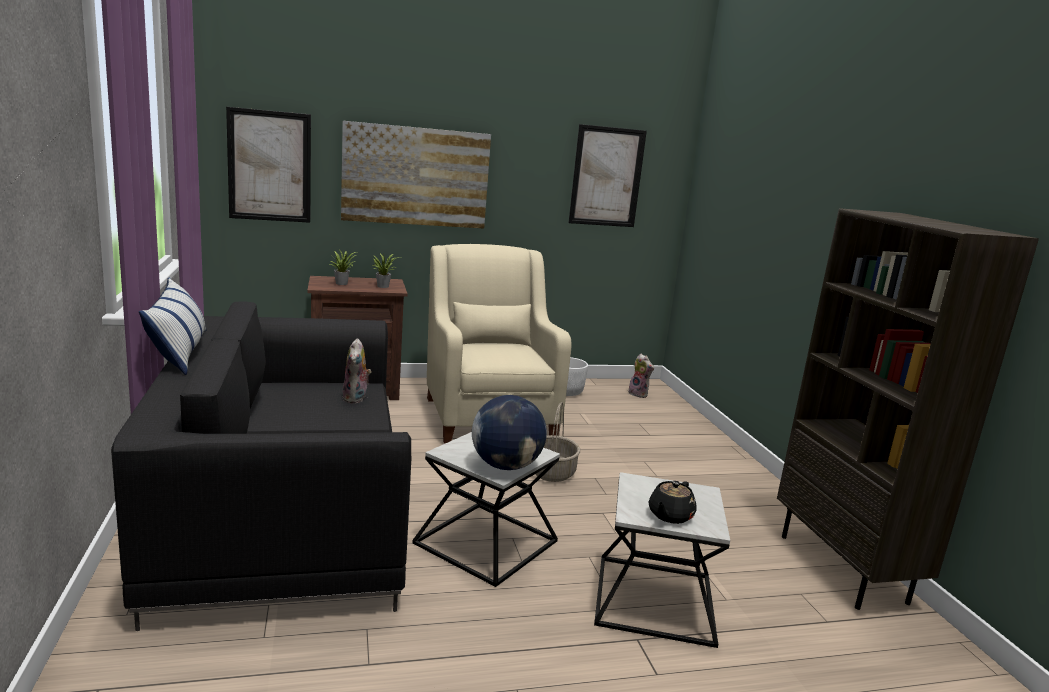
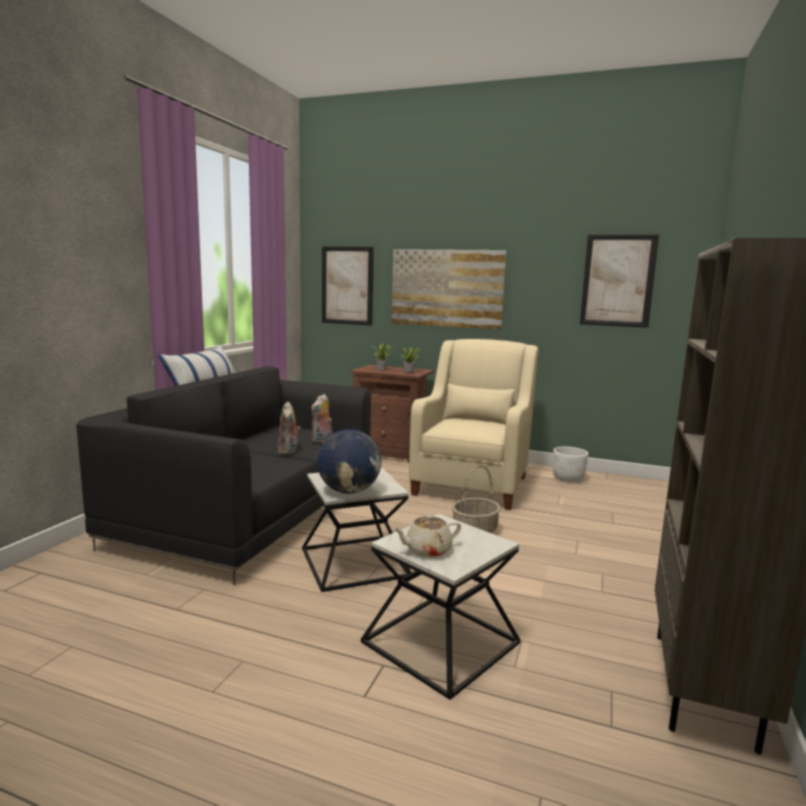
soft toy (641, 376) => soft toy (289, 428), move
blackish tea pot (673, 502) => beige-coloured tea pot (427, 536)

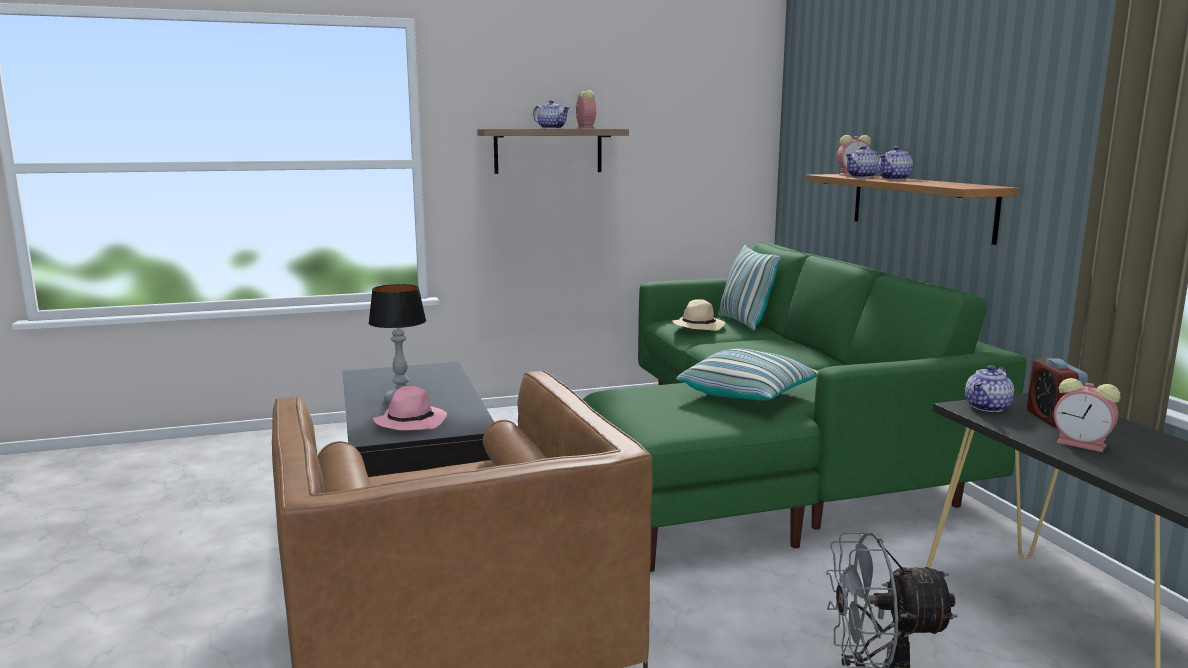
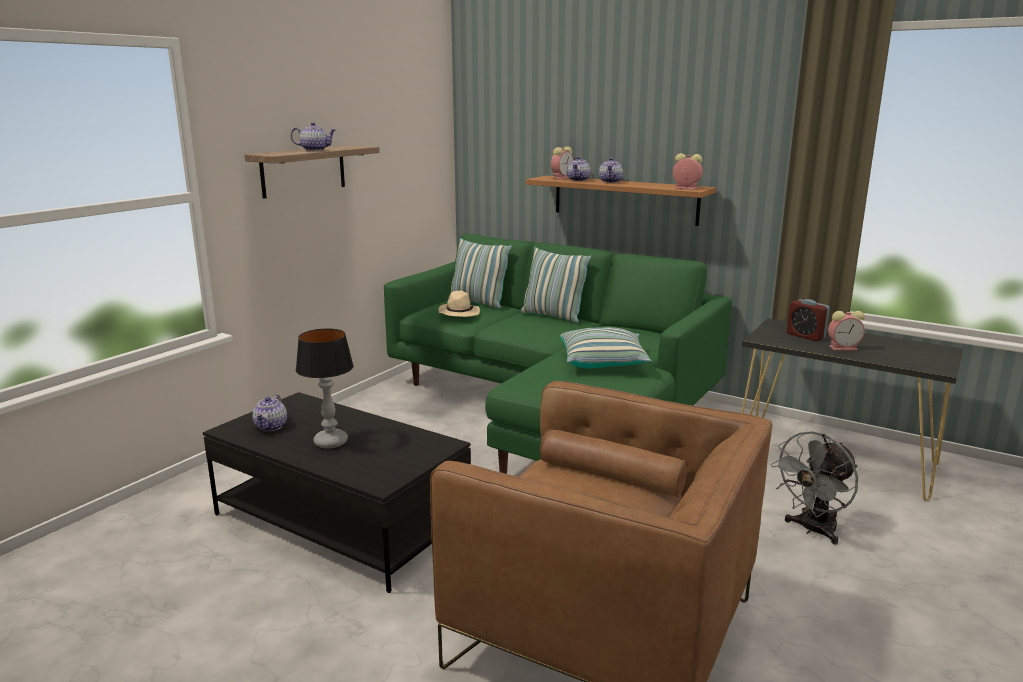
table clock (586, 109) => table clock (688, 171), move
tea pot (989, 388) => tea pot (269, 412), move
pink hat (410, 408) => nothing
nothing => throw pillow (555, 285)

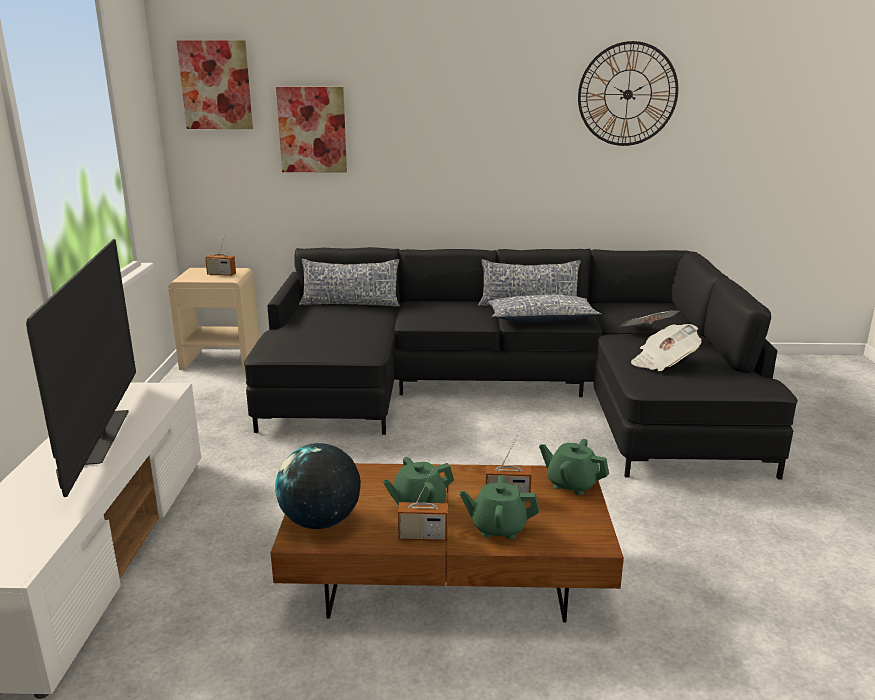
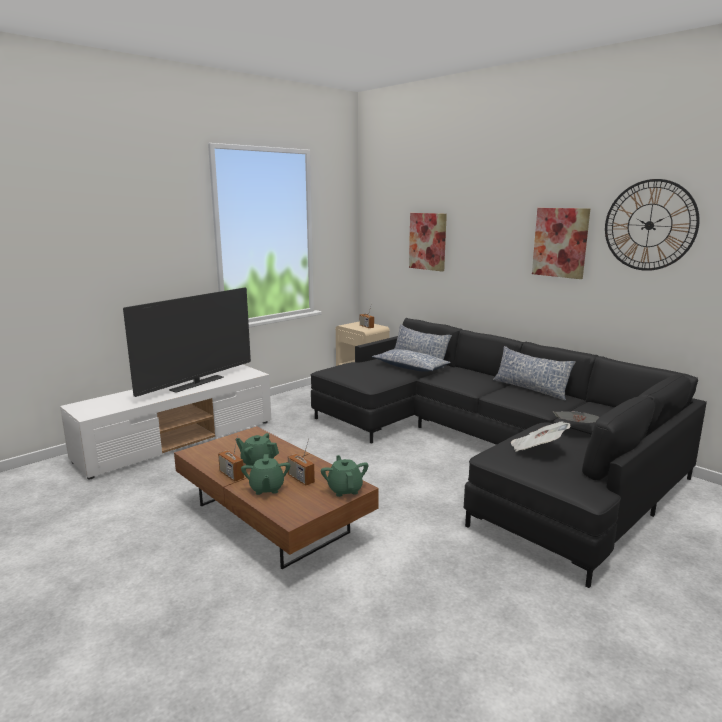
picture (215, 84) => picture (561, 243), move
throw pillow (544, 308) => throw pillow (411, 360), move
globe (318, 486) => nothing
greenish tea pot (499, 507) => greenish tea pot (265, 474), 150 degrees counterclockwise

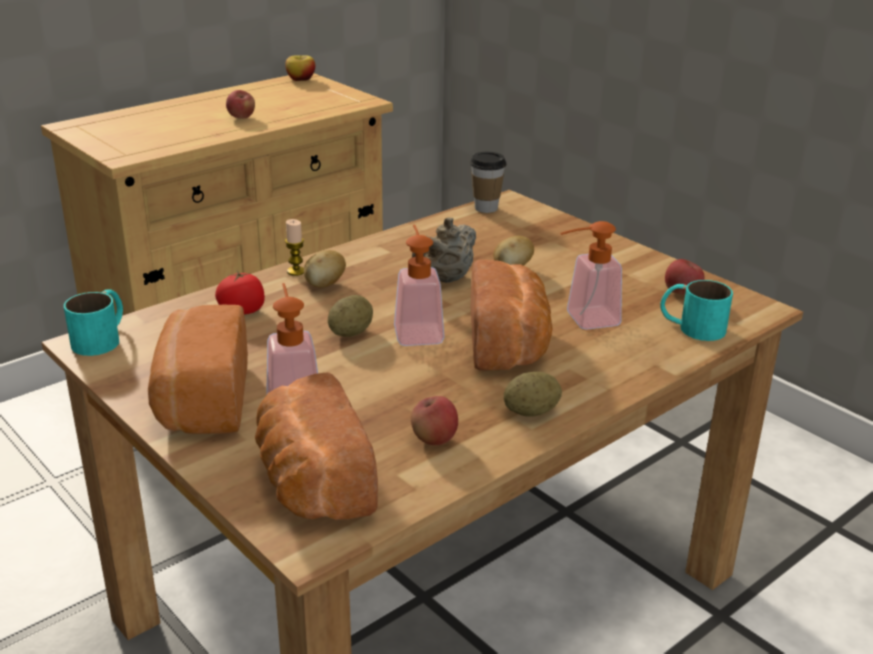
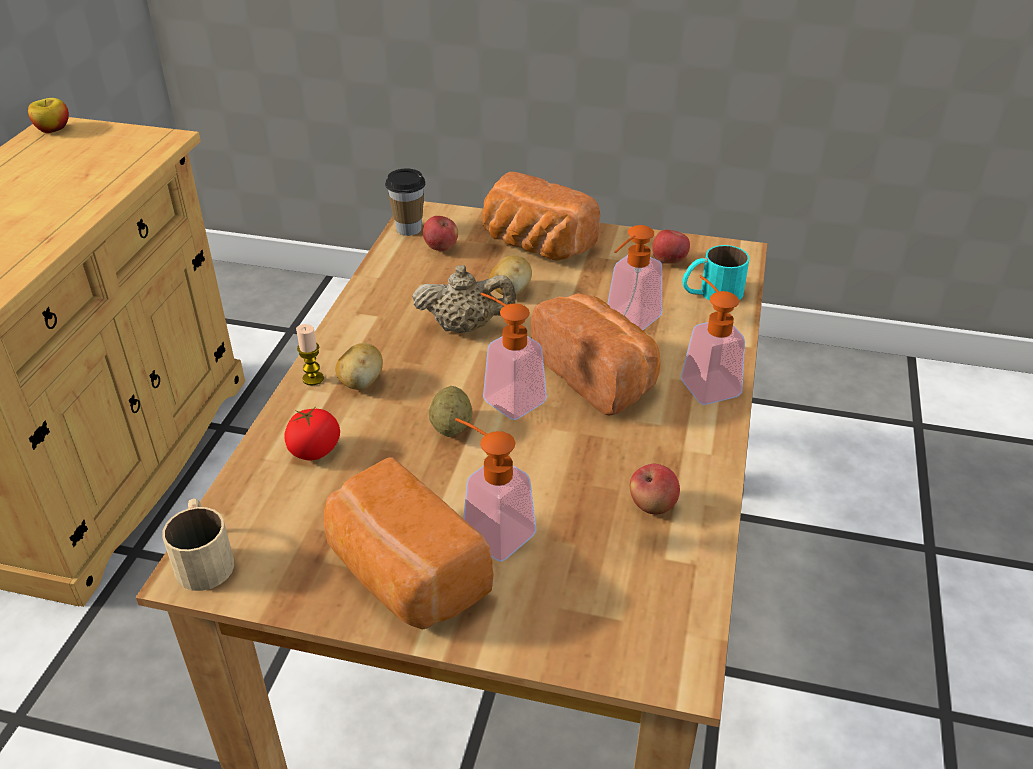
apple (240, 104) => apple (440, 233), move
beige-coloured tea pot (444, 250) => beige-coloured tea pot (464, 299), 90 degrees counterclockwise
turquoise coffee mug (93, 322) => beige-coloured coffee mug (198, 544)
baked bread (316, 446) => baked bread (541, 216), move
potato (533, 394) => nothing
nothing => soap dispenser (713, 340)

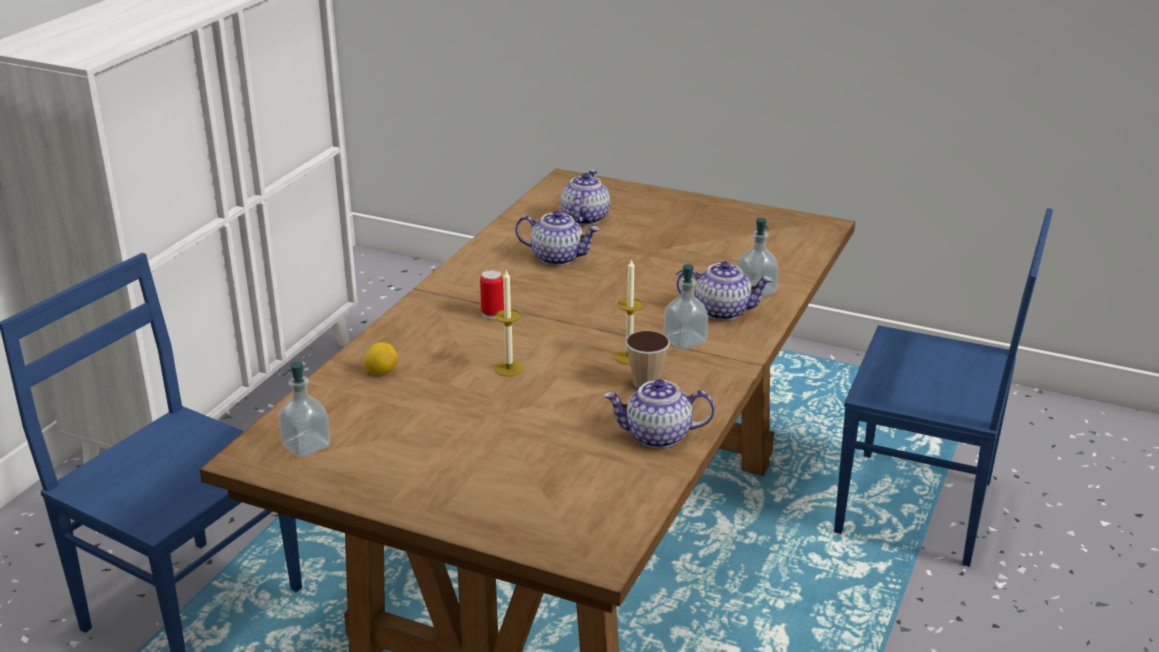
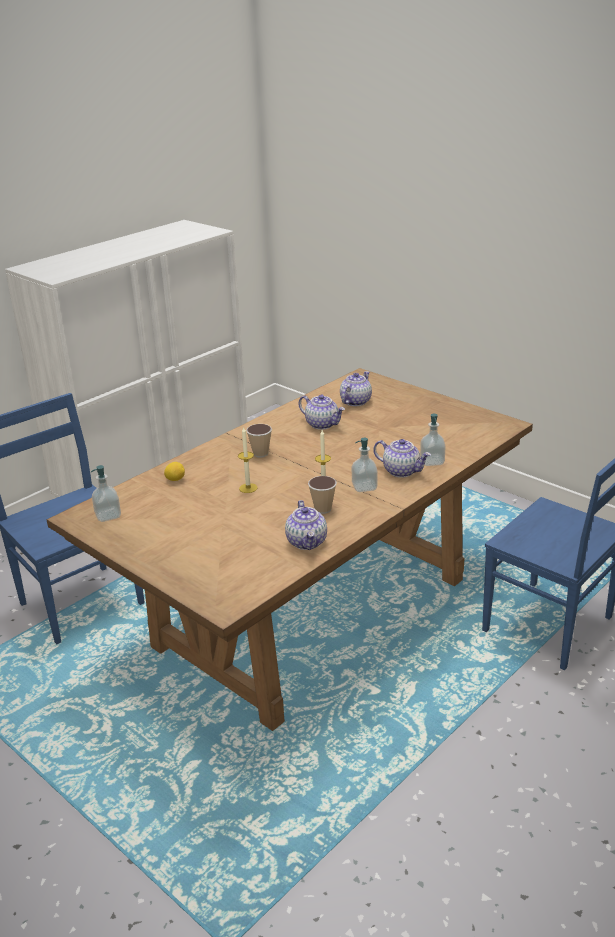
sealed can (492, 294) => cup (259, 441)
tea pot (659, 414) => tea pot (306, 525), 120 degrees counterclockwise

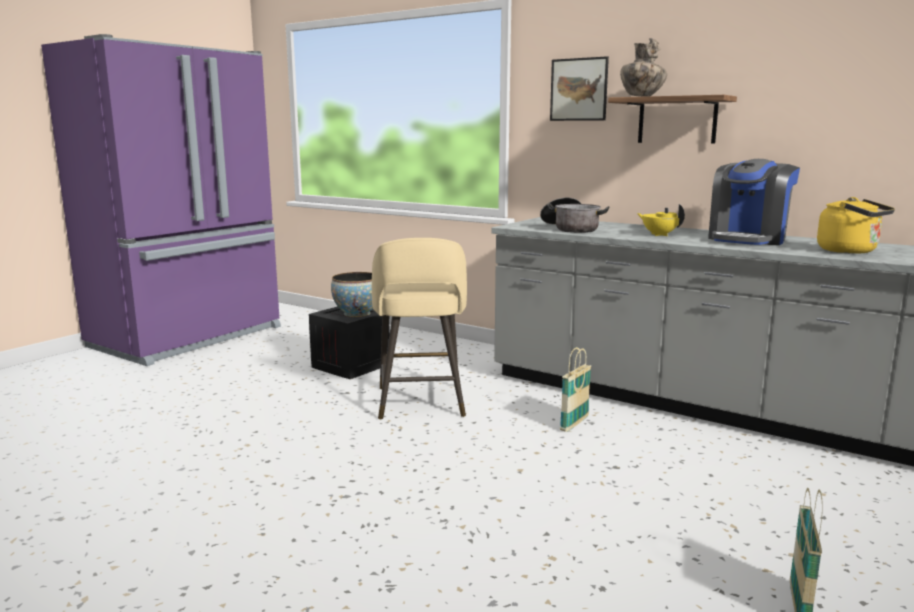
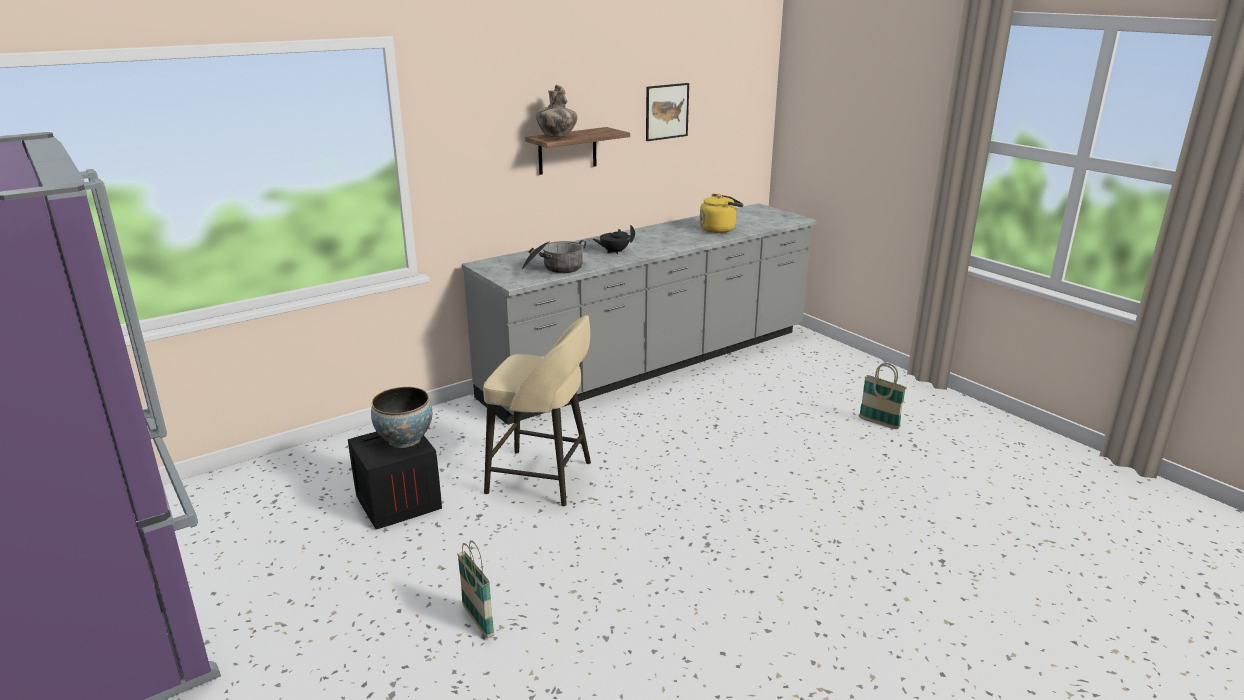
picture (579, 88) => picture (667, 112), move
coffee maker (754, 202) => nothing
yellowish tea pot (661, 220) => blackish tea pot (614, 239)
storage basket (575, 389) => storage basket (476, 589), move

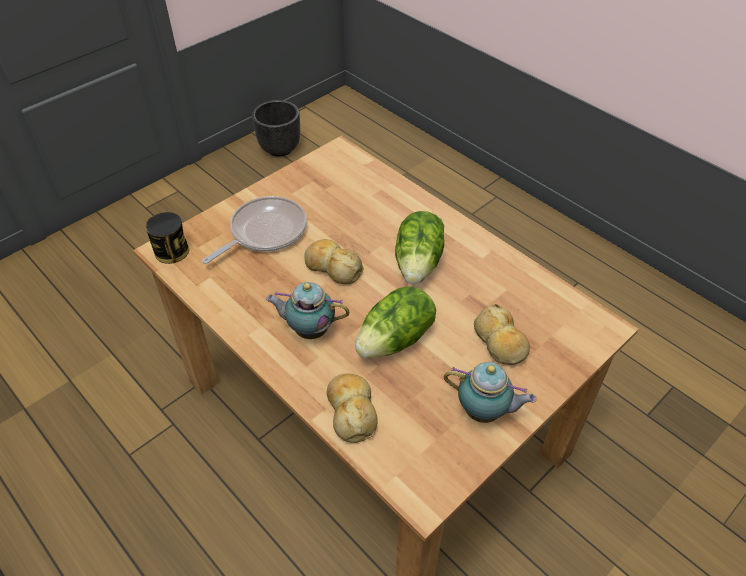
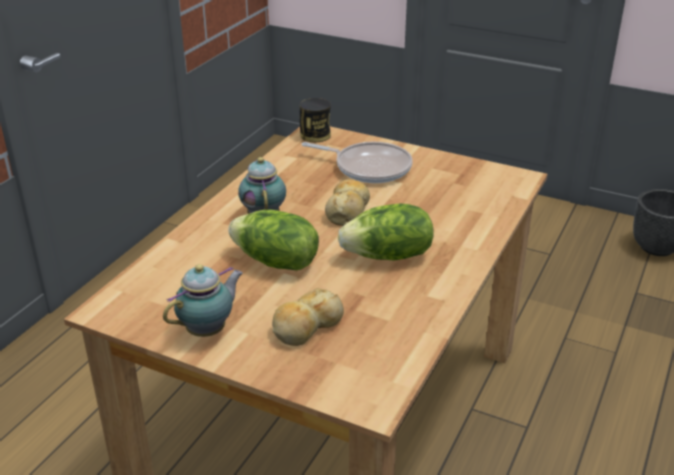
tea pot (490, 392) => tea pot (203, 300), 135 degrees counterclockwise
baked bread (352, 408) => nothing

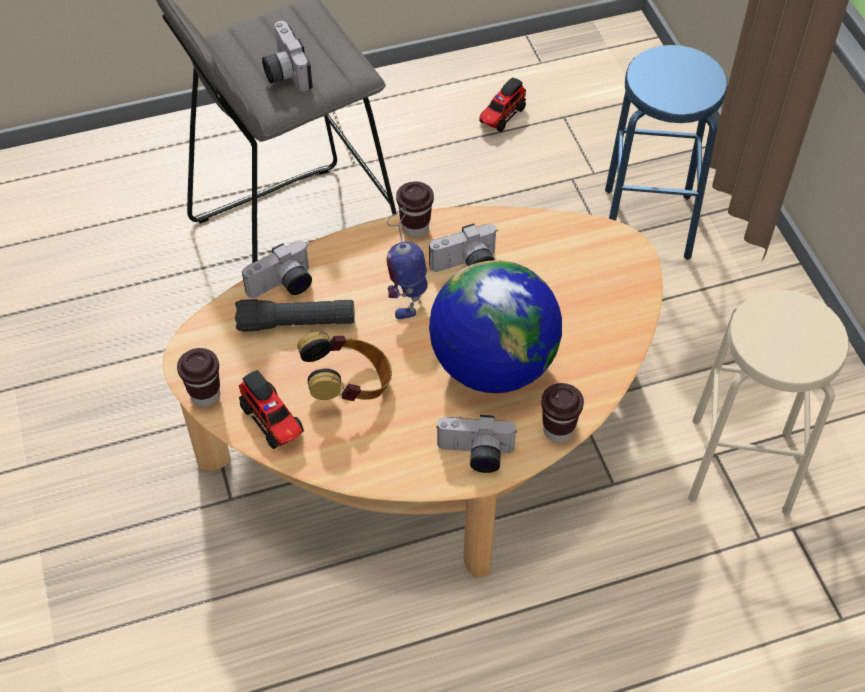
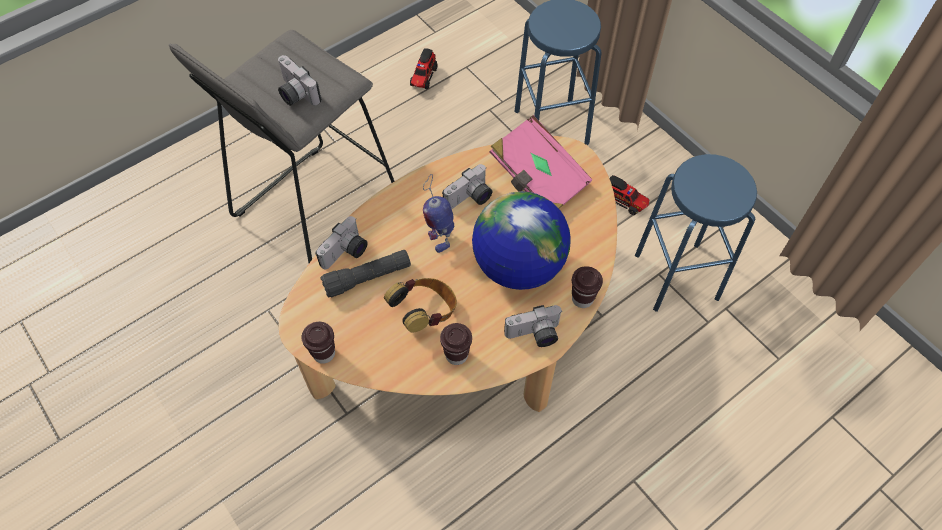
brown-coloured cup (415, 209) => brown-coloured cup (456, 344), move
beige-coloured sitting stool (768, 403) => blue sitting stool (696, 233)
toy truck (271, 409) => toy truck (629, 195), move
nothing => pink bound book (541, 162)

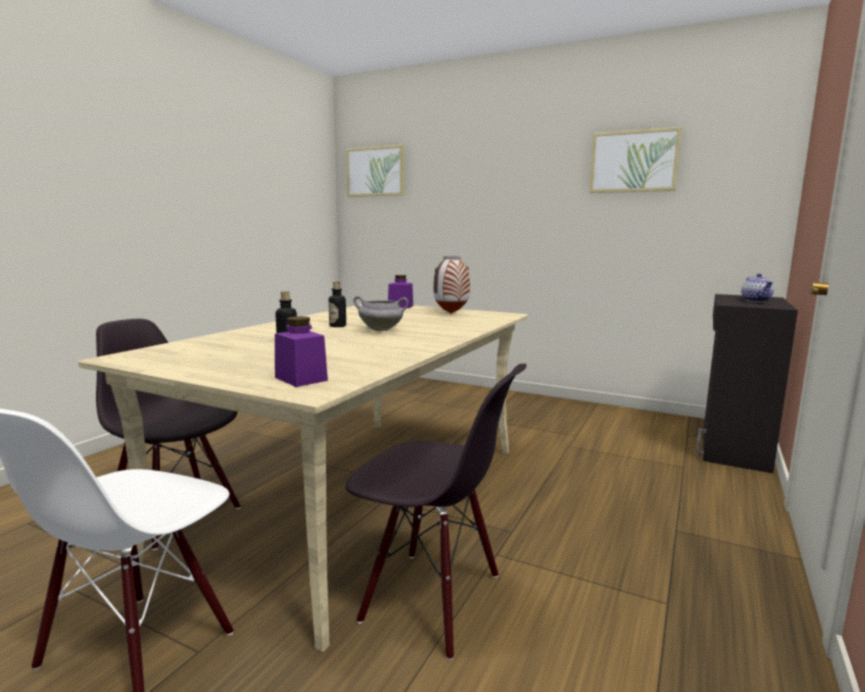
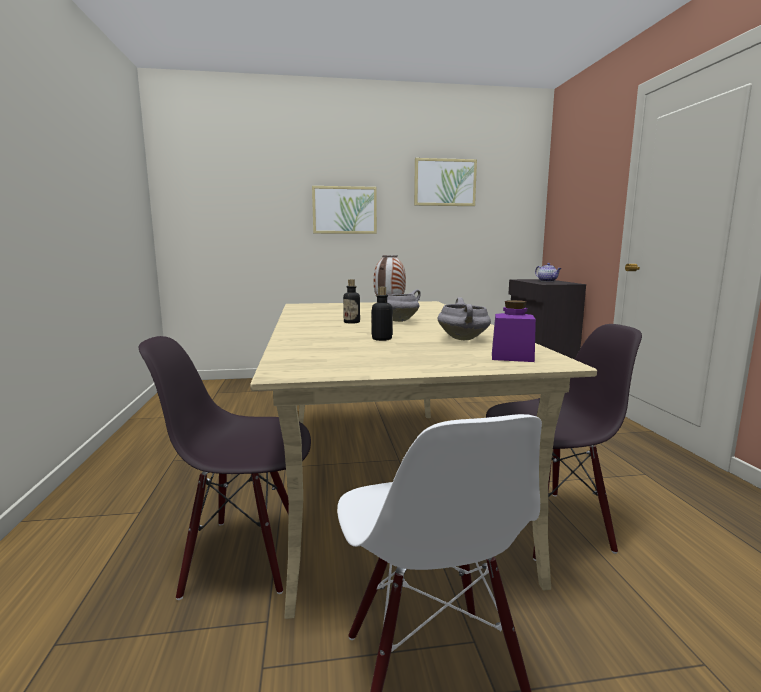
picture (375, 171) => picture (344, 210), move
purplish jar (400, 291) => nothing
nothing => gray stockpot (464, 318)

